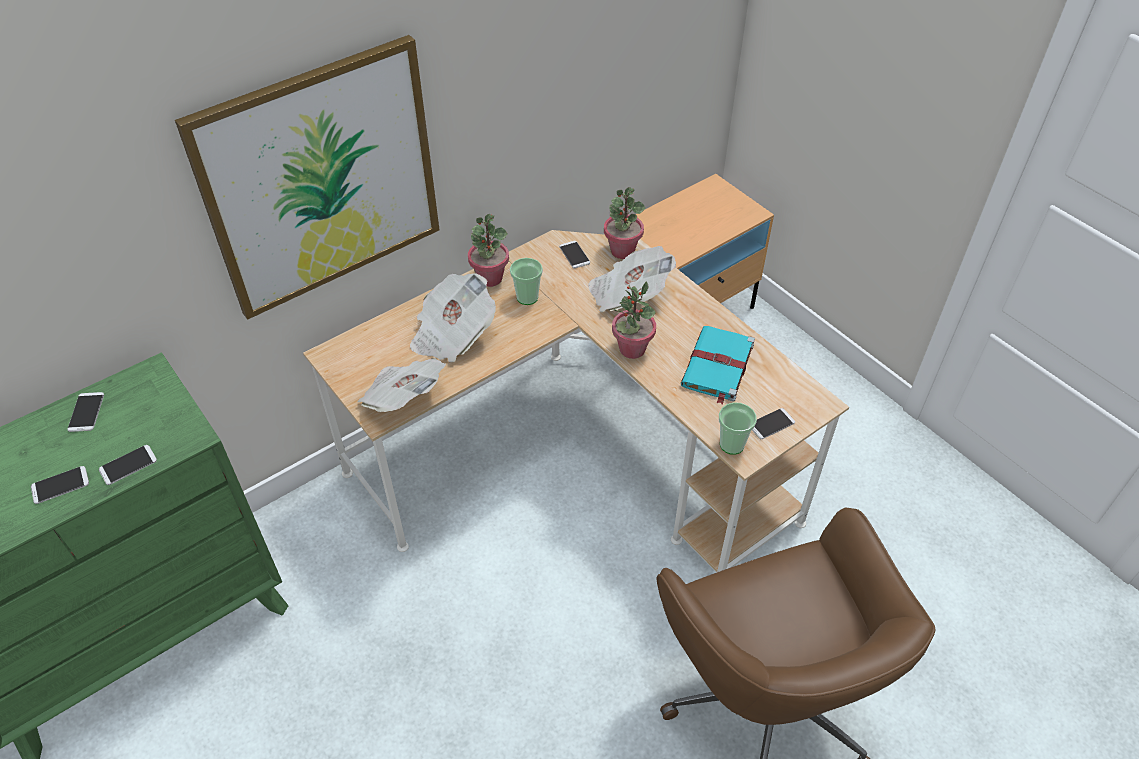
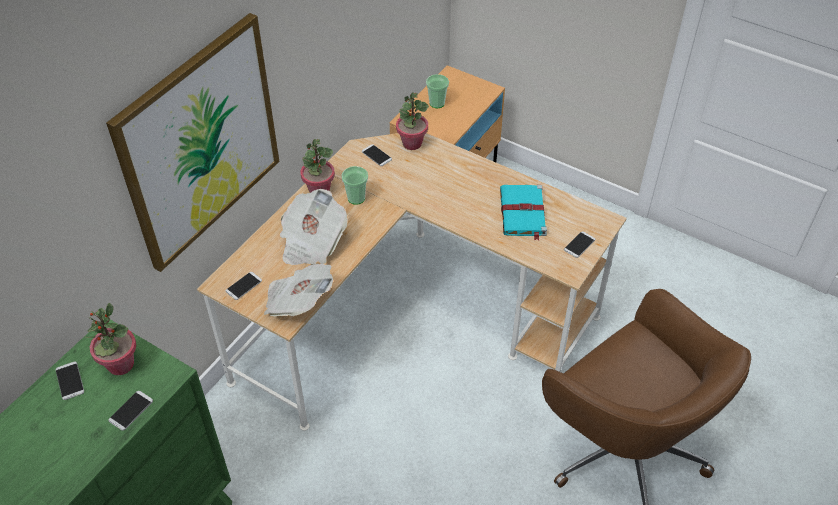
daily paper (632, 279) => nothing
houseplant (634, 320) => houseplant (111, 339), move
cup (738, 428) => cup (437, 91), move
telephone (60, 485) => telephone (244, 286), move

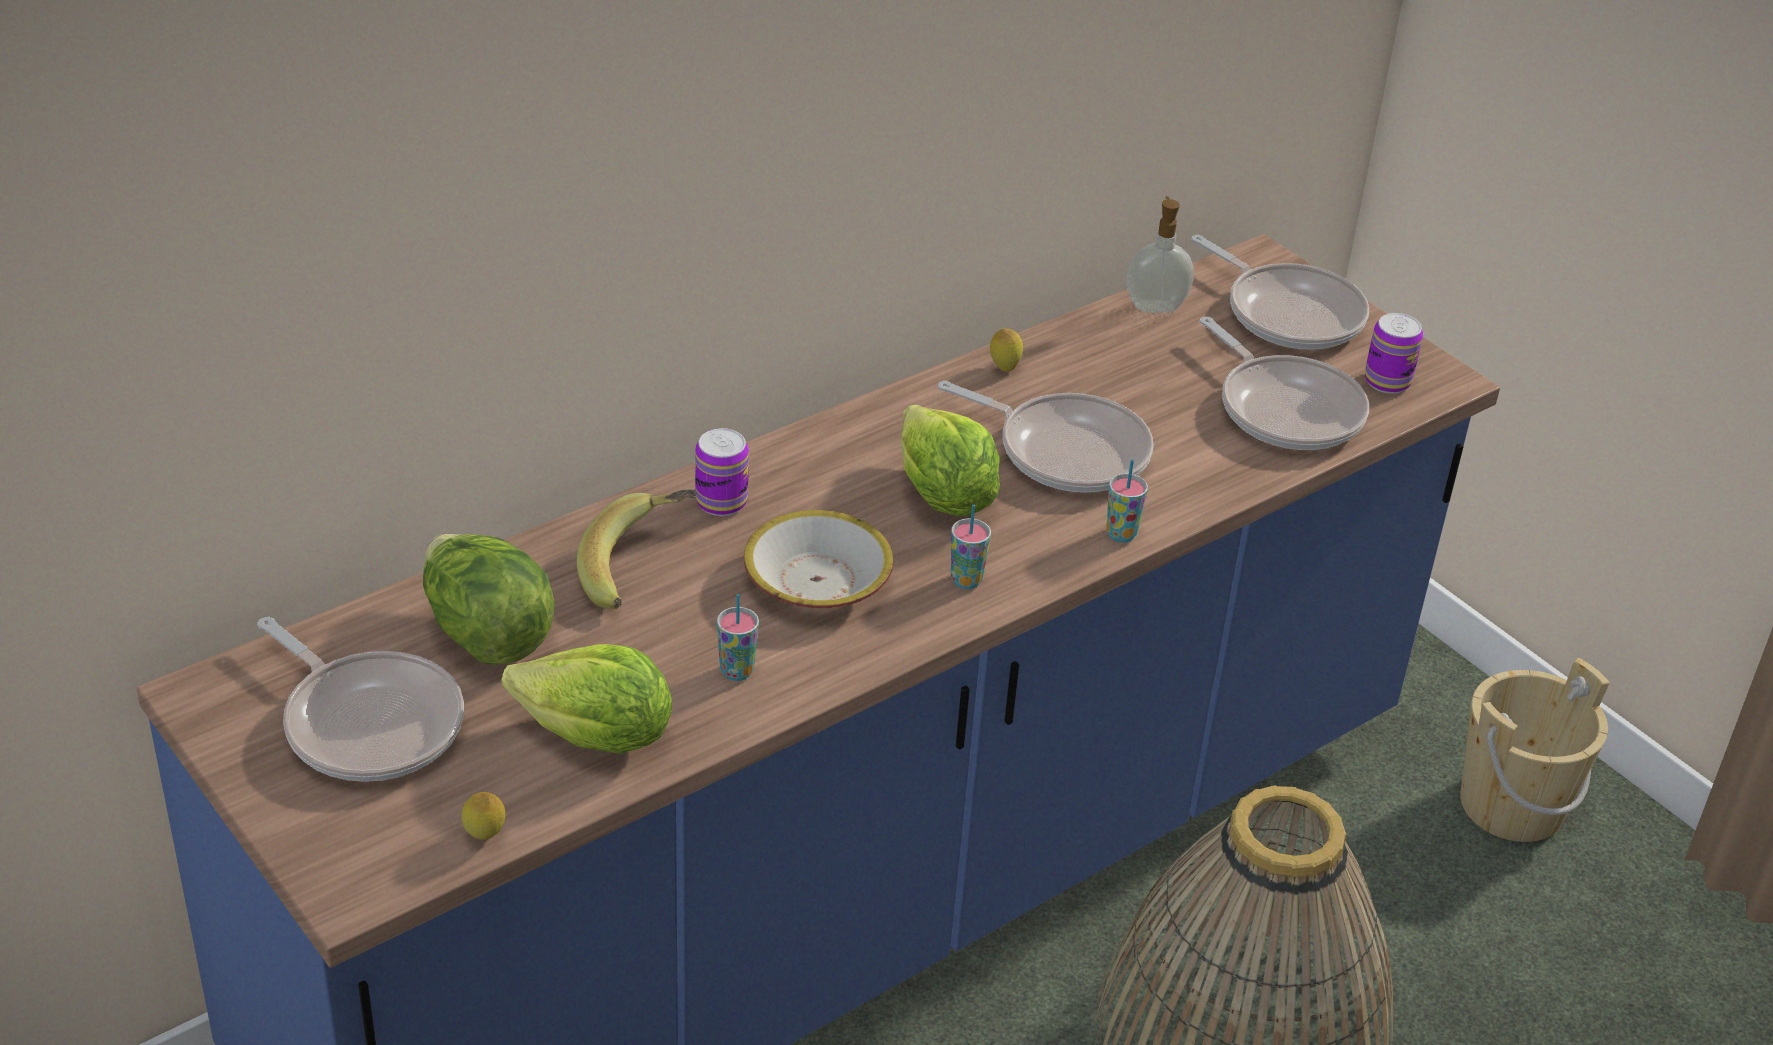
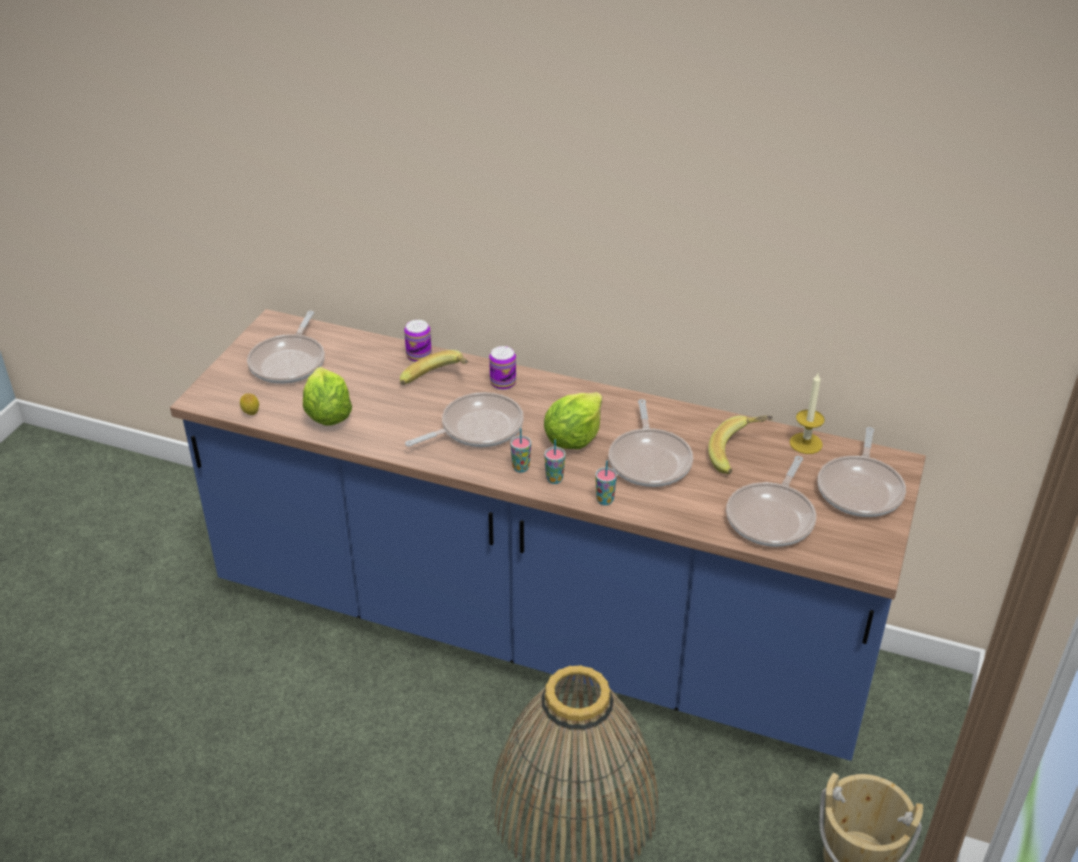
soap dispenser (1160, 254) => wax candle (807, 413)
sealed can (1394, 353) => sealed can (418, 341), move
citrus fruit (1006, 350) => nothing
deep dish (818, 559) => frying pan (464, 419)
head of lettuce (489, 599) => nothing
cup (738, 637) => cup (555, 462), move
nothing => whole banana (740, 444)

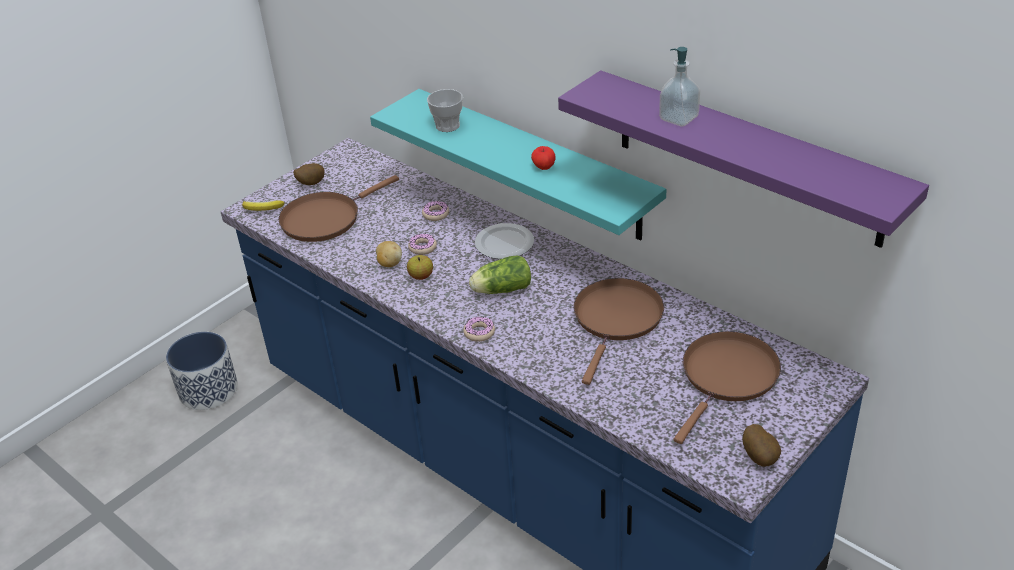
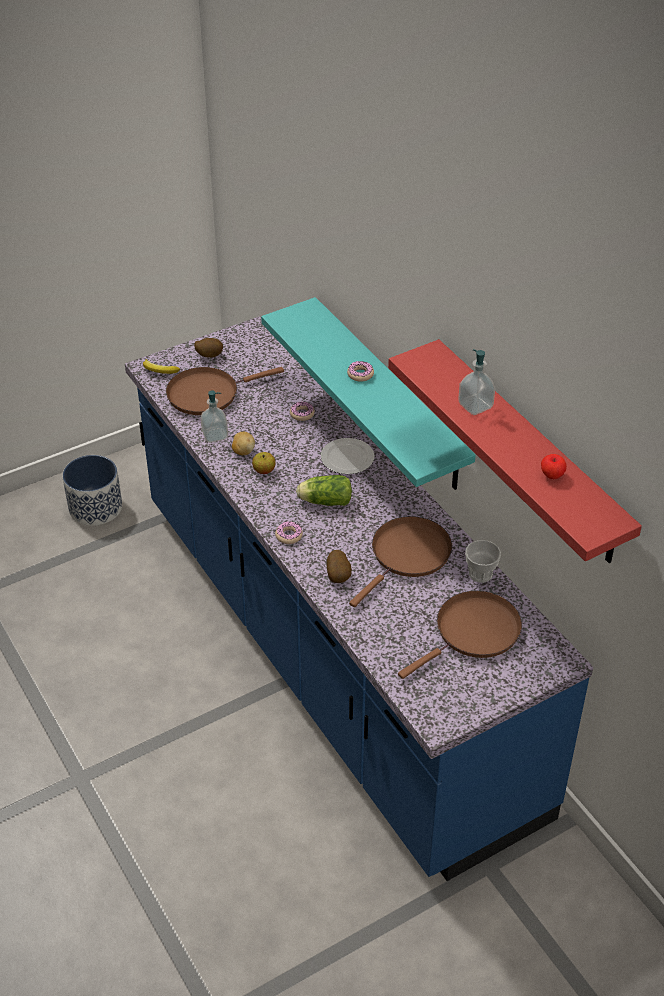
purplish bracket shelf (743, 159) => reddish bracket shelf (515, 451)
cup (445, 110) => cup (483, 561), move
apple (543, 158) => apple (554, 466), move
ring doughnut (422, 244) => ring doughnut (360, 371), move
potato (762, 445) => potato (339, 566), move
nothing => soap dispenser (214, 416)

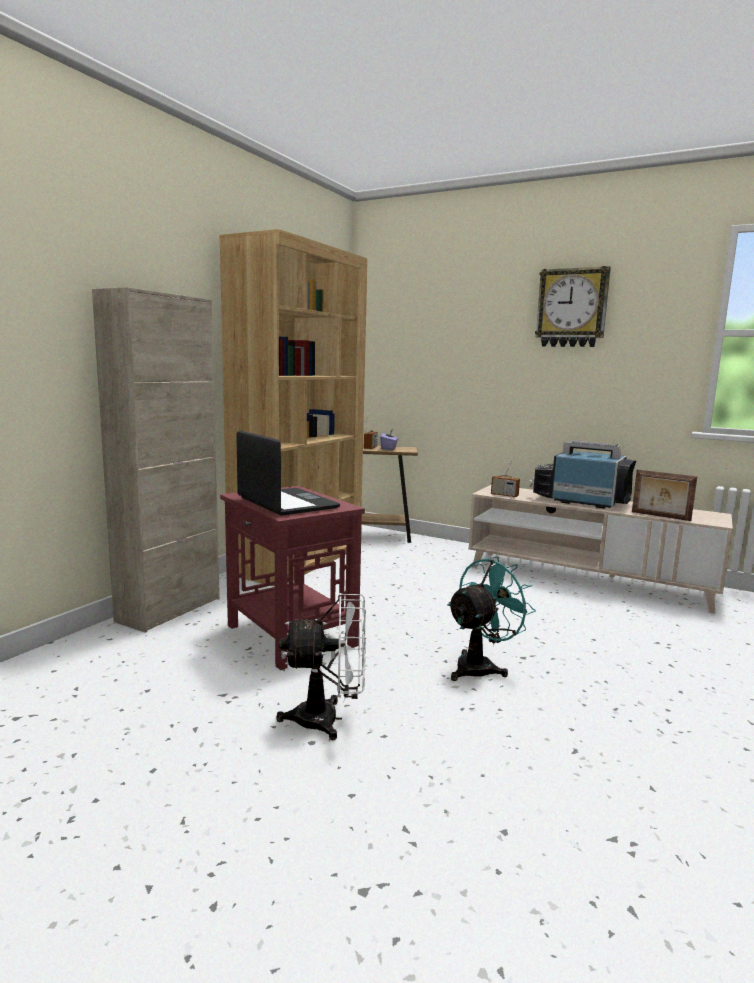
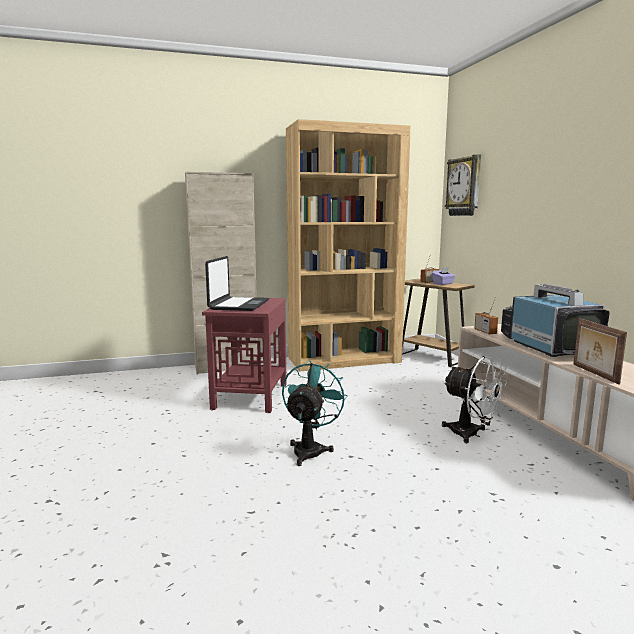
hanging clock (573, 306) => hanging clock (463, 185), move
turquoise fan (491, 618) => turquoise fan (314, 413), 75 degrees counterclockwise
white-coloured fan (321, 666) => white-coloured fan (475, 399), move

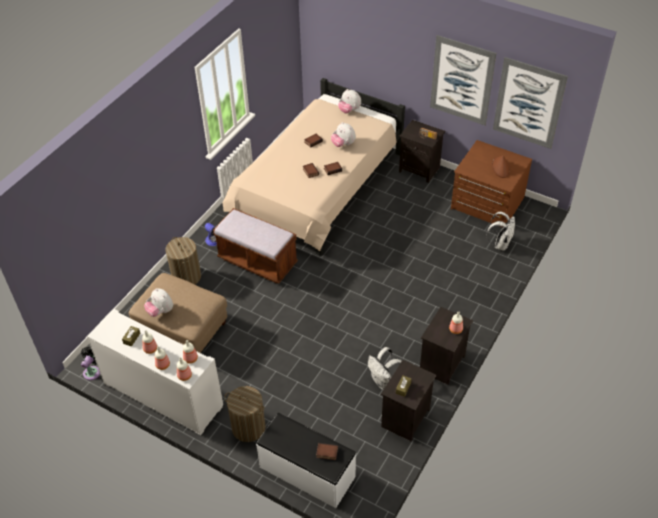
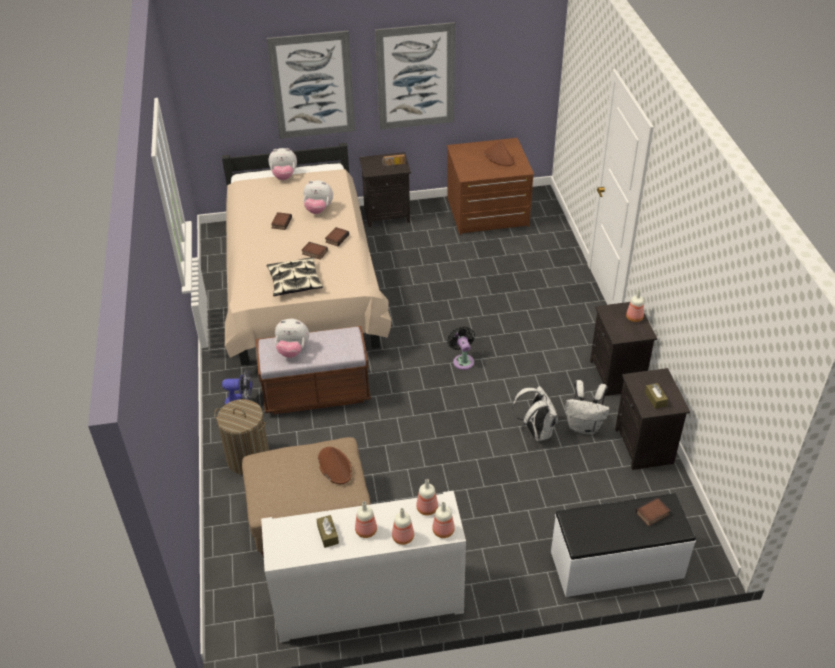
picture (530, 103) => picture (311, 84), move
white-coloured knapsack (500, 231) => white-coloured knapsack (535, 413), move
soft toy (158, 303) => soft toy (292, 338), move
blackish fan (90, 363) => blackish fan (461, 348), move
hamper (245, 414) => nothing
nothing => throw pillow (294, 276)
nothing => brown-coloured hat (335, 465)

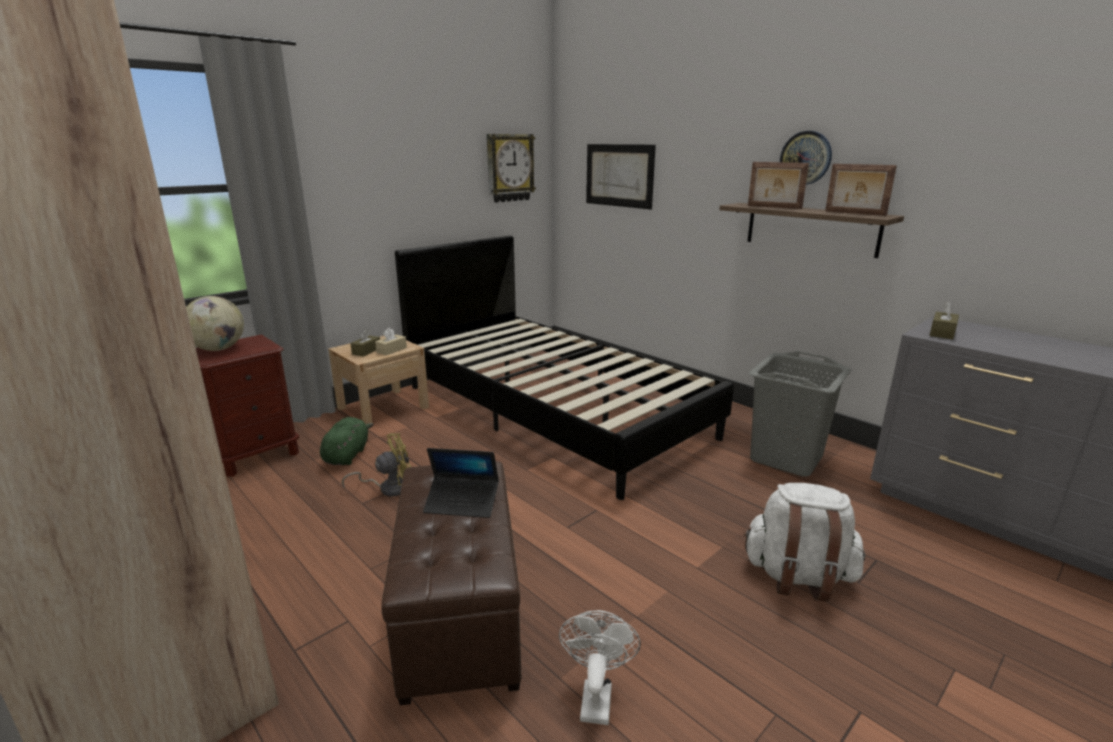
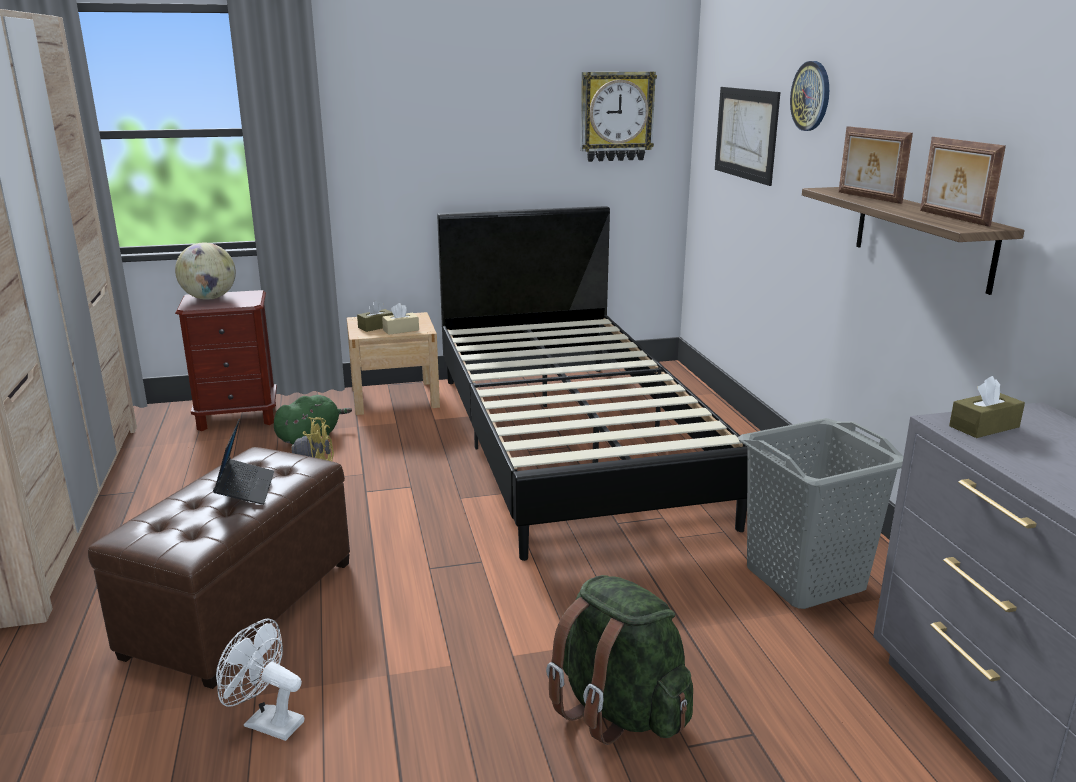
hanging clock (806, 158) => hanging clock (809, 96), move
notebook computer (461, 483) => notebook computer (243, 462), 135 degrees counterclockwise
white-coloured knapsack (804, 542) => greenish knapsack (619, 660)
white-coloured fan (600, 667) => white-coloured fan (260, 679), 105 degrees counterclockwise

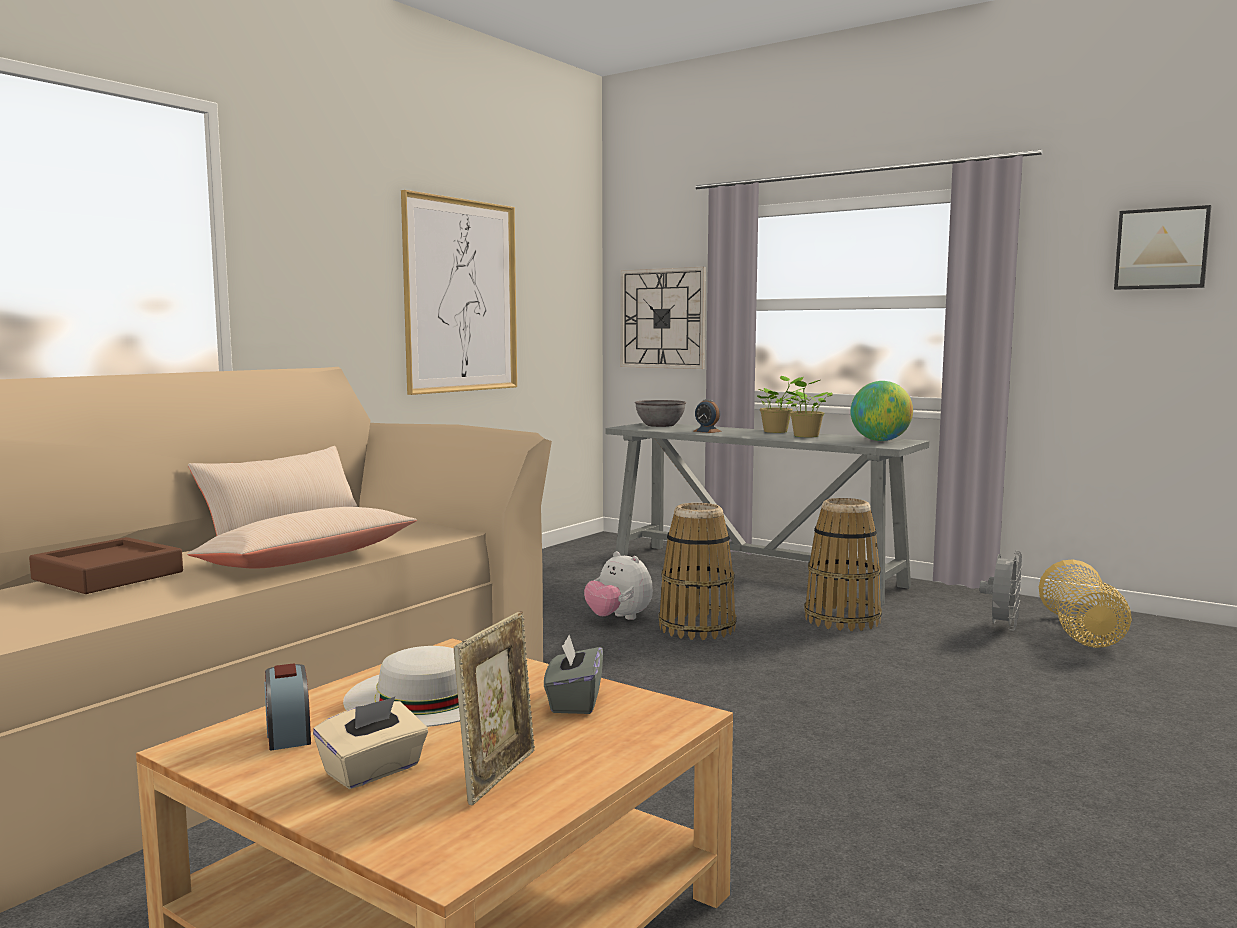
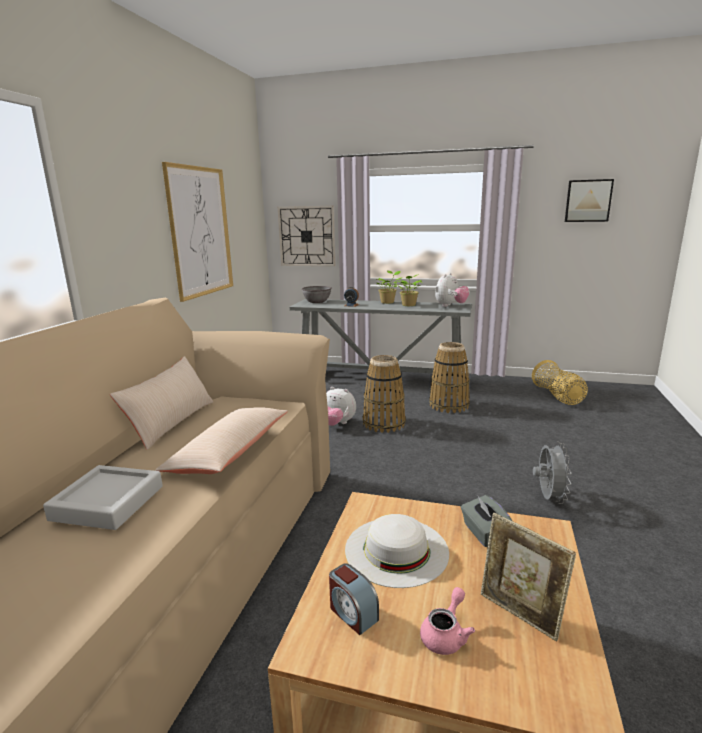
globe (882, 411) => soft toy (452, 290)
brown-coloured tray (106, 565) => gray tray (103, 497)
gray fan (1000, 591) => gray fan (552, 473), move
photo frame (494, 708) => photo frame (528, 577), 135 degrees clockwise
beige-coloured tissue box (370, 743) => pink tea pot (447, 621)

